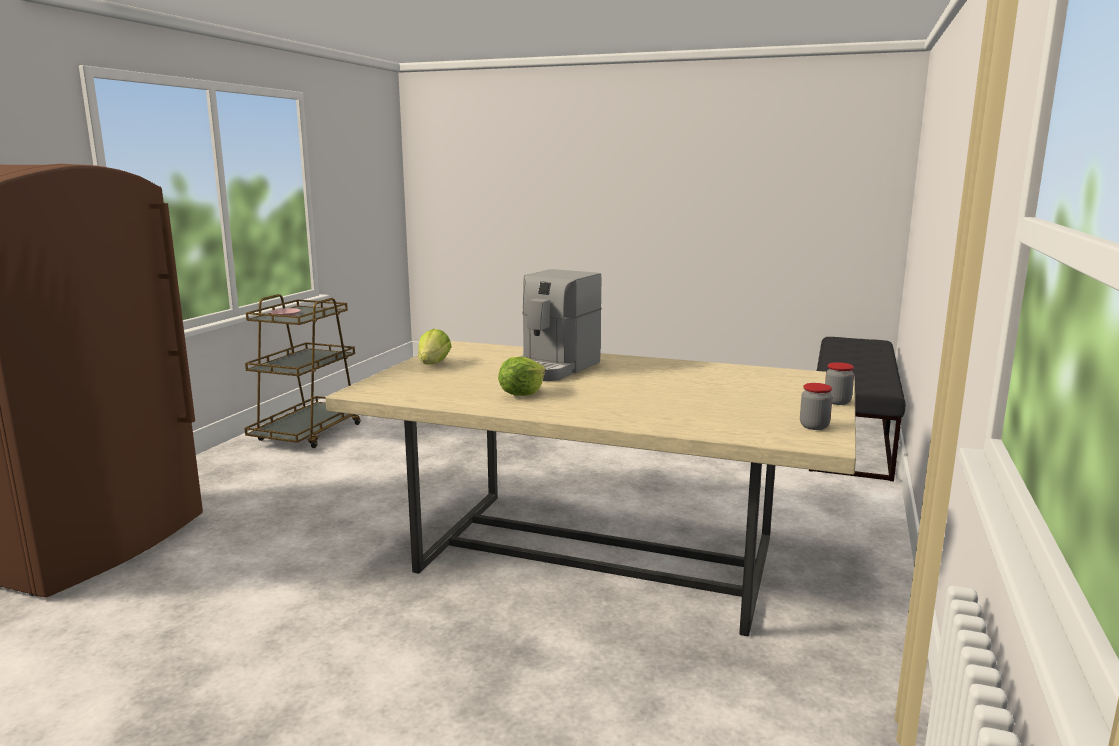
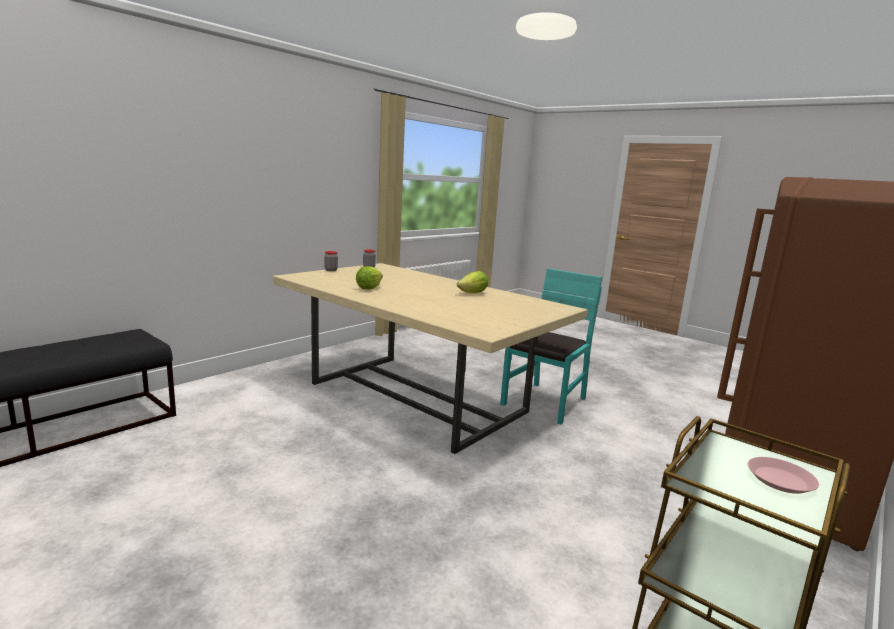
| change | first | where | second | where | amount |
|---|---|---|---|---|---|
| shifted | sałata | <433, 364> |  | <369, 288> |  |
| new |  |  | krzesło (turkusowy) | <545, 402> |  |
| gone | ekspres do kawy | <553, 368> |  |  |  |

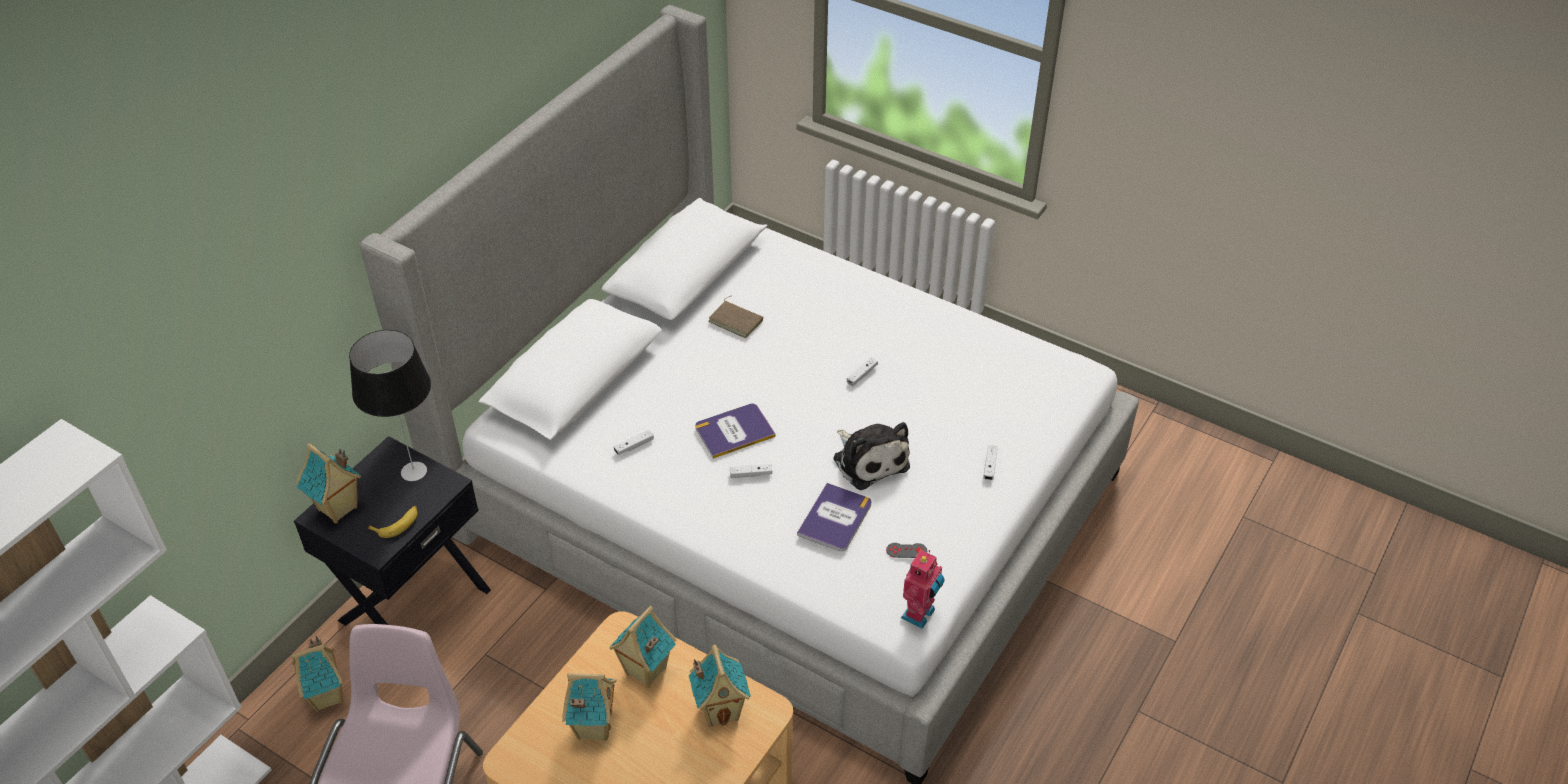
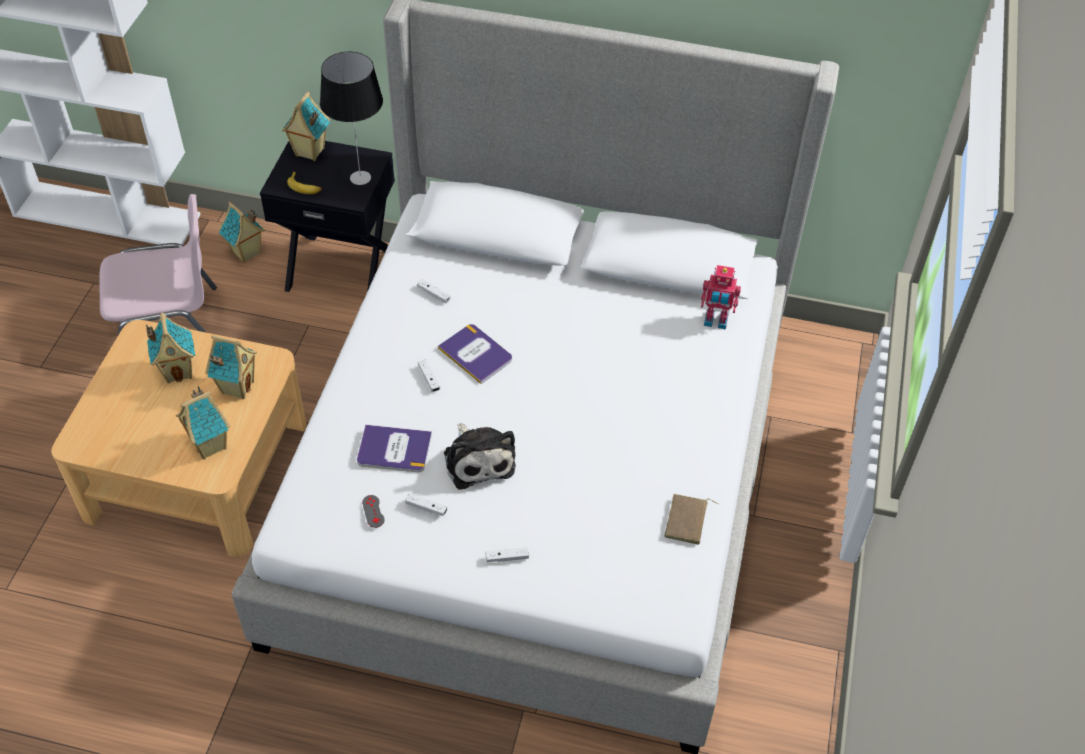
| change | first | where | second | where | amount |
|---|---|---|---|---|---|
| shifted | pad do gier (biały) | <862, 375> |  | <426, 508> |  |
| rotated | pluszak | <869, 460> |  | <478, 459> | 60 degrees counterclockwise |
| shifted | książka (brązowy) | <737, 320> |  | <687, 521> |  |
| shifted | robot zabawkowy | <920, 615> |  | <715, 321> |  |

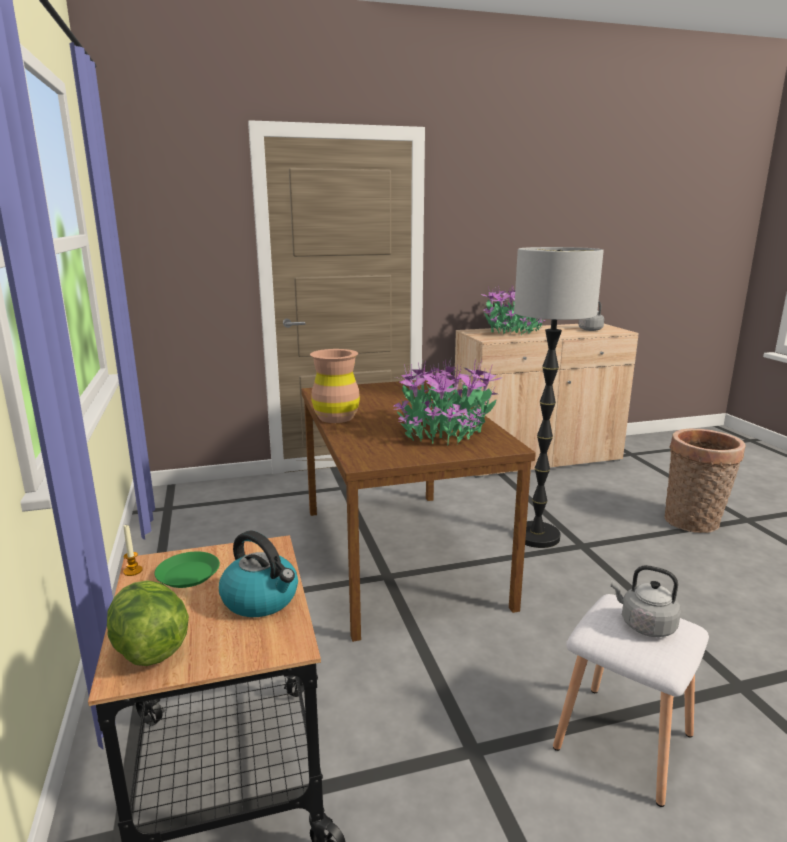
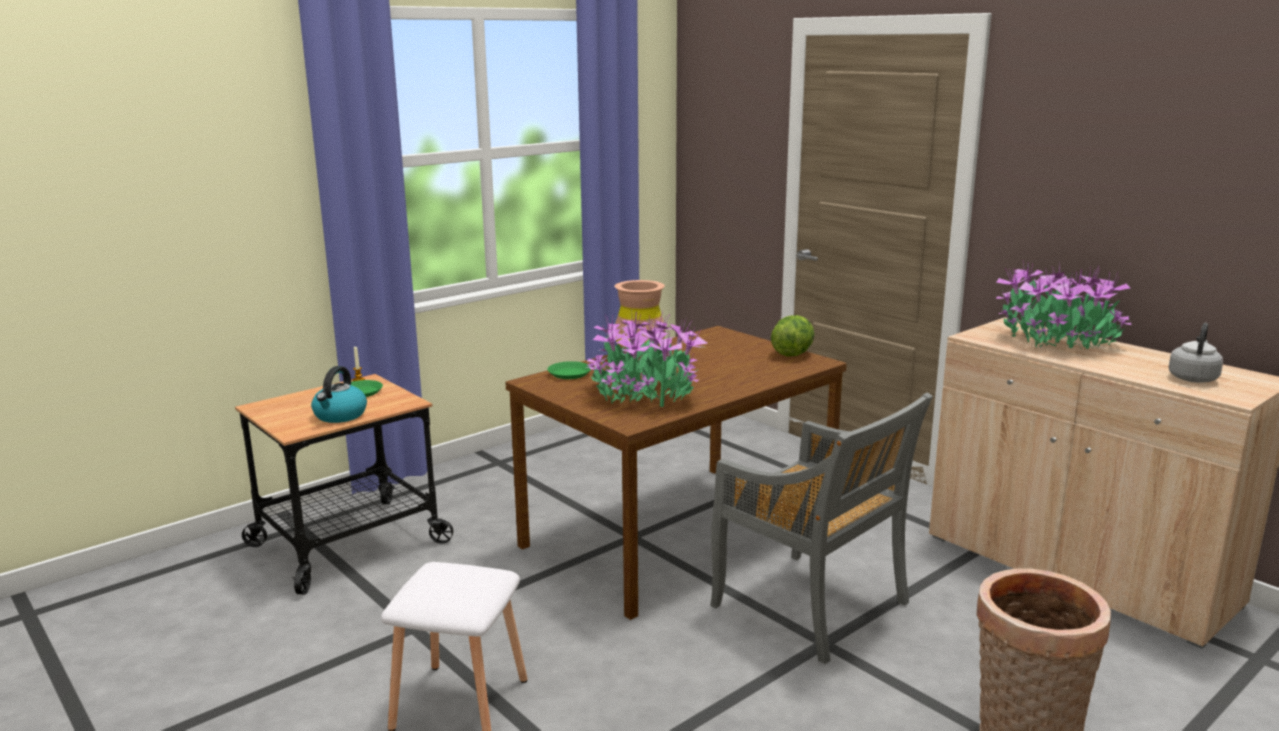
| change | first | where | second | where | amount |
|---|---|---|---|---|---|
| new |  |  | talerz (zielony) | <569, 373> |  |
| swapped | lampa stojąca | <537, 536> | krzesło (szary) | <812, 606> |  |
| shifted | sałata | <149, 649> |  | <792, 354> |  |
| gone | czajnik (szary) | <644, 625> |  |  |  |

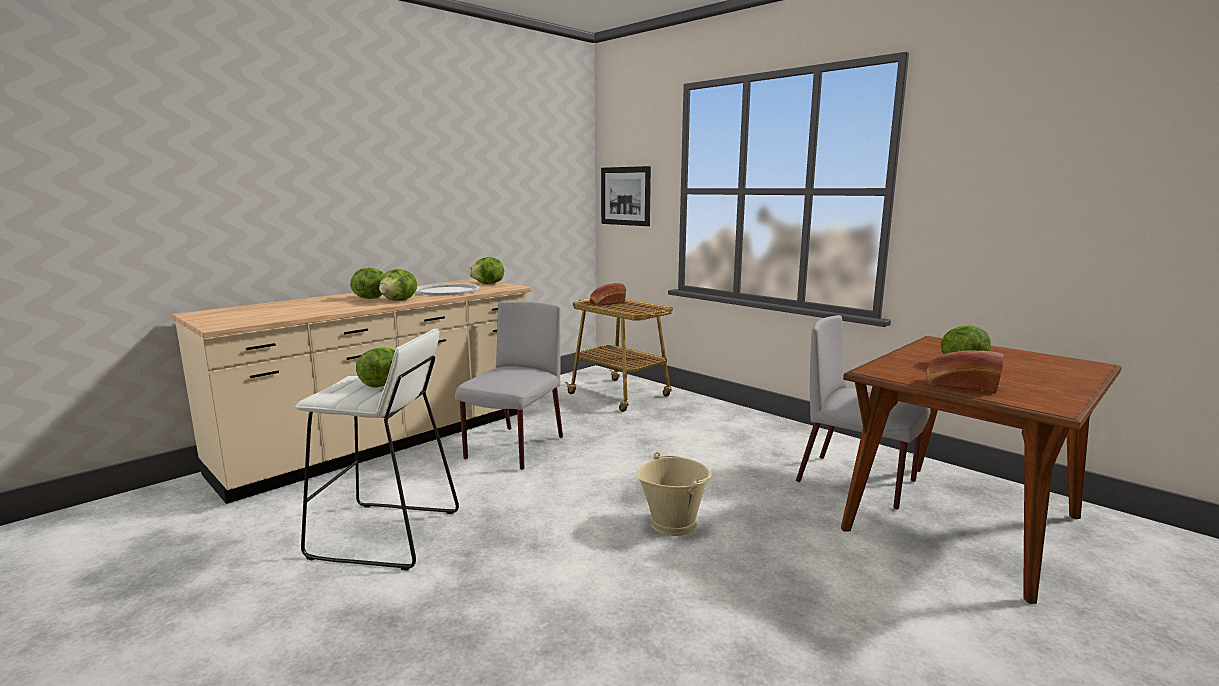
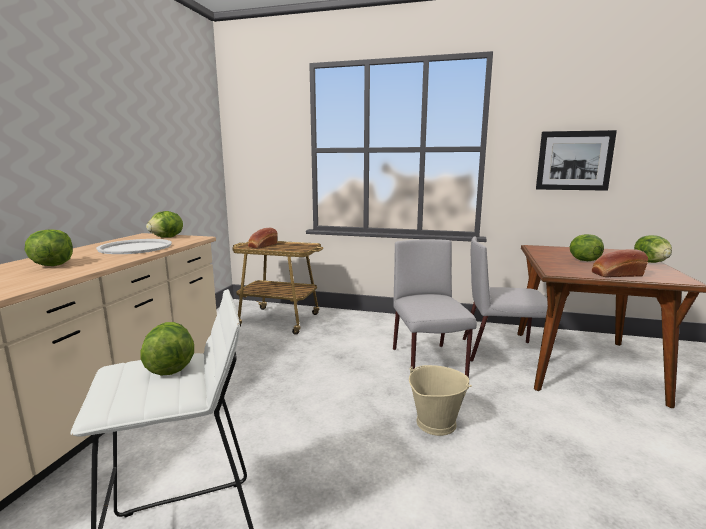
| change | first | where | second | where | amount |
|---|---|---|---|---|---|
| shifted | krzesło (szary) | <514, 448> |  | <428, 363> |  |
| shifted | obraz | <625, 196> |  | <574, 160> |  |
| shifted | sałata | <399, 301> |  | <651, 262> |  |

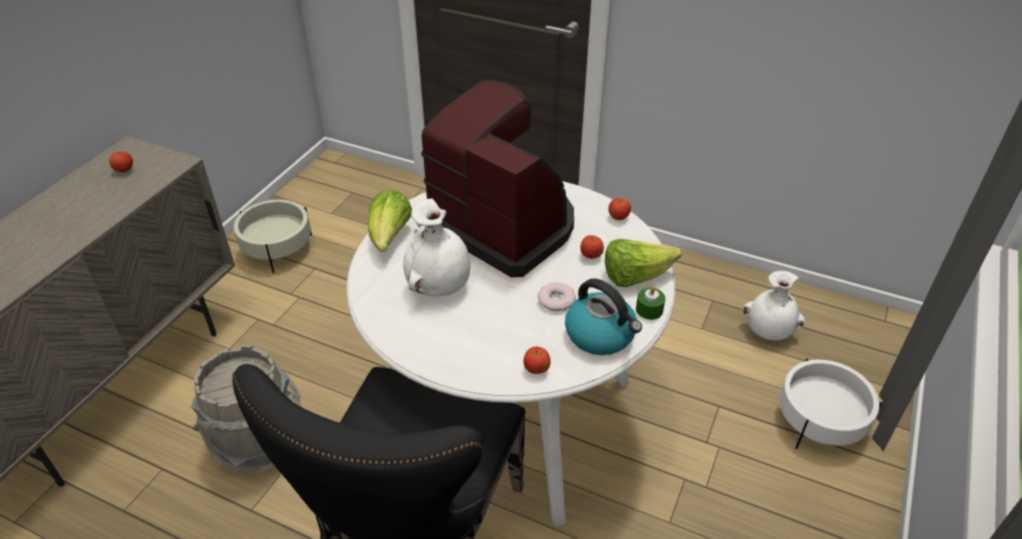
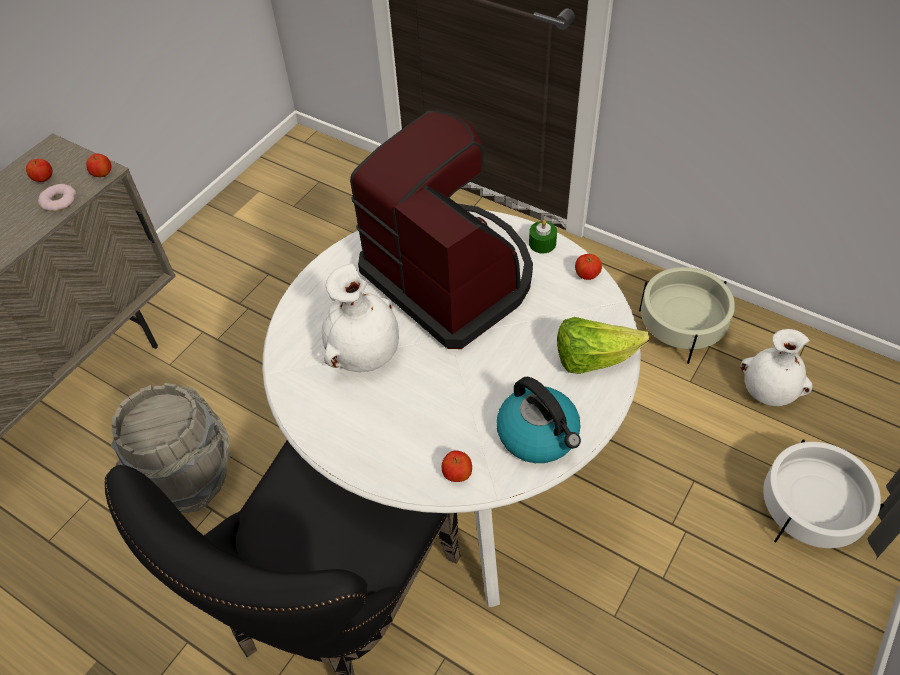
| change | first | where | second | where | amount |
|---|---|---|---|---|---|
| shifted | donut | <556, 300> |  | <59, 201> |  |
| shifted | jabłko | <591, 256> |  | <103, 174> |  |
| shifted | świeca (zielony) | <649, 310> |  | <542, 243> |  |
| shifted | donica (beżowy) | <277, 248> |  | <681, 327> |  |
| gone | sałata | <390, 238> |  |  |  |

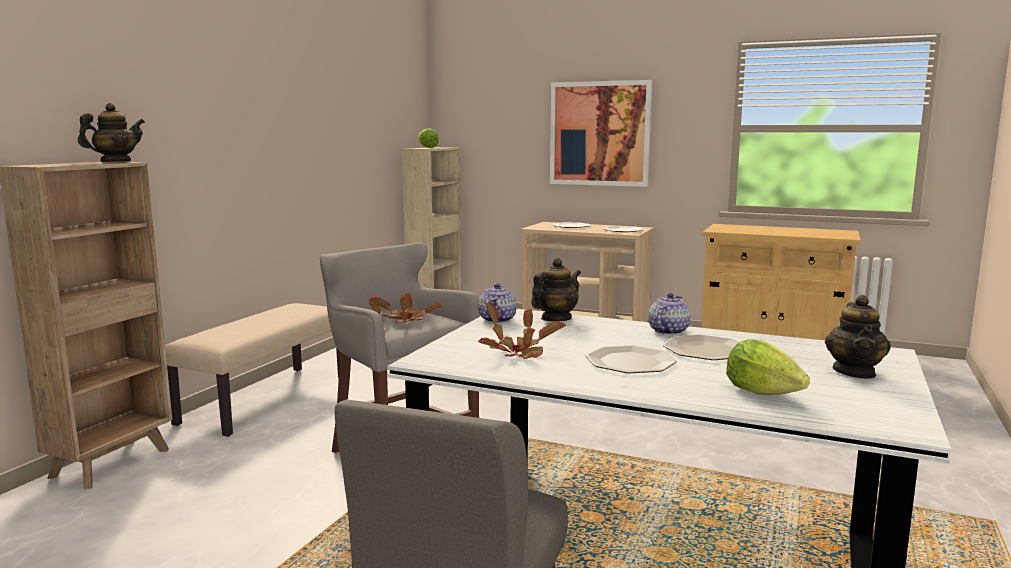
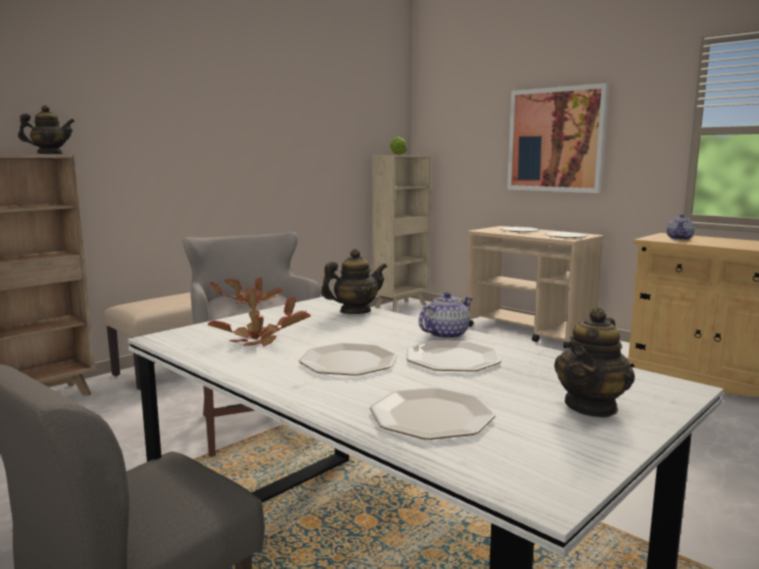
| change | first | where | second | where | amount |
|---|---|---|---|---|---|
| swapped | sałata | <762, 392> | talerz | <432, 415> |  |
| shifted | imbryk | <497, 320> |  | <679, 238> |  |

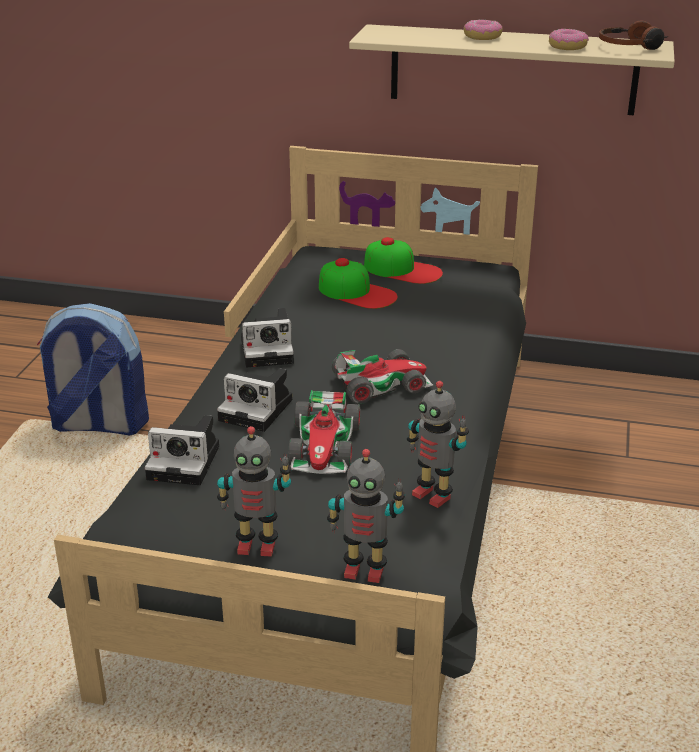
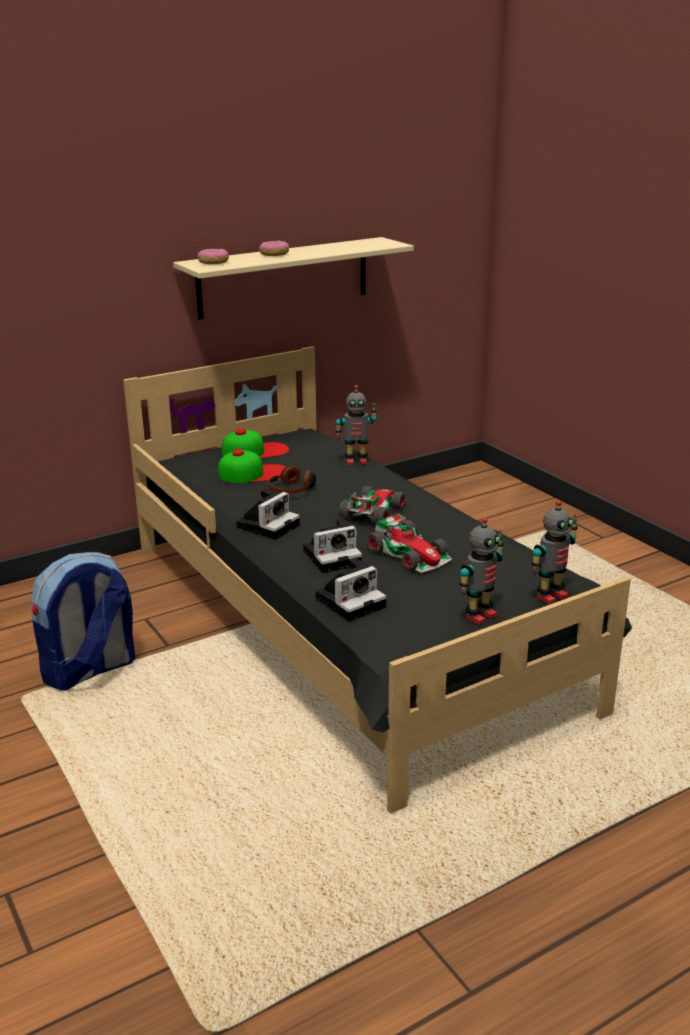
| change | first | where | second | where | amount |
|---|---|---|---|---|---|
| shifted | donut | <567, 47> |  | <213, 262> |  |
| shifted | słuchawki | <631, 46> |  | <293, 489> |  |
| shifted | robot zabawkowy | <433, 495> |  | <356, 461> |  |

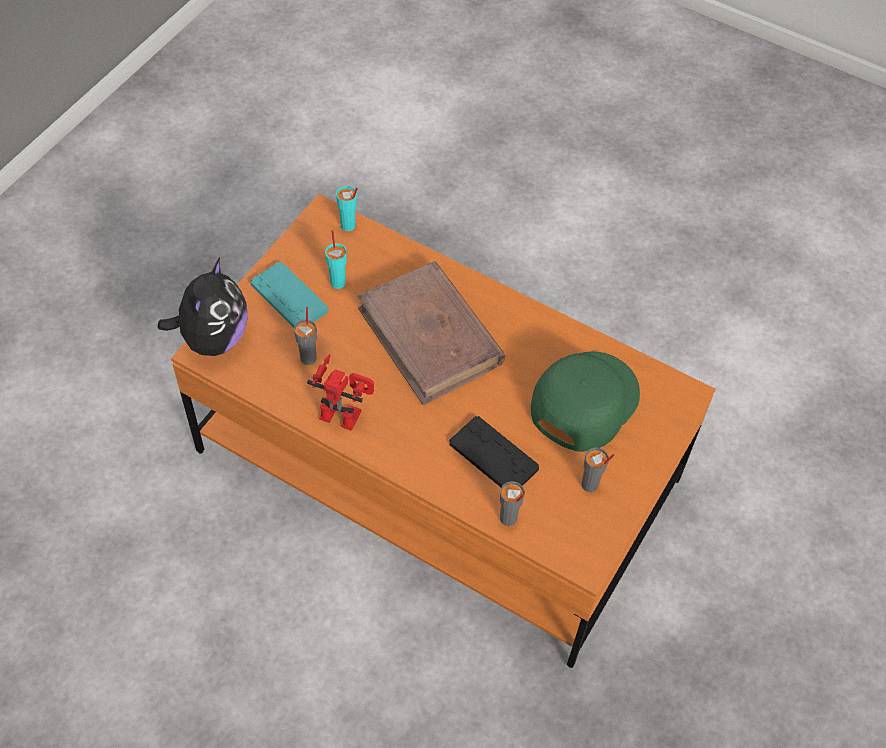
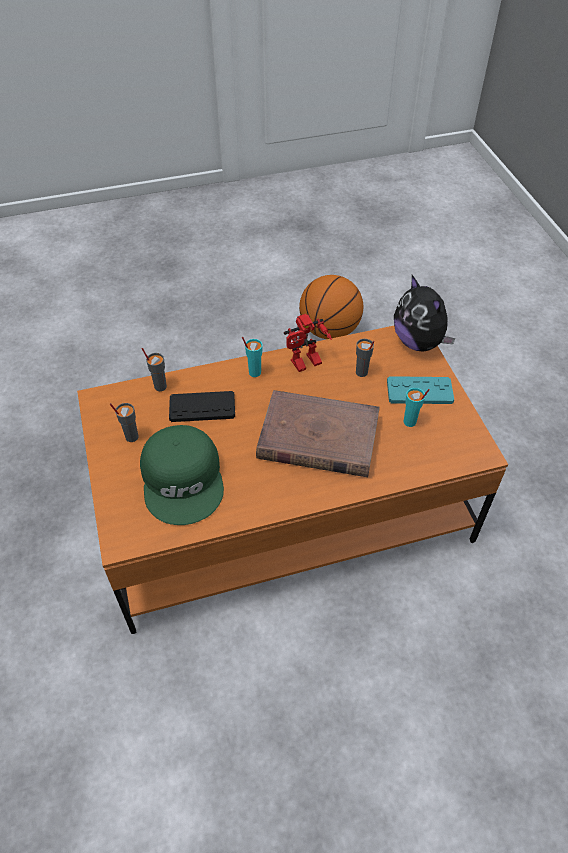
| change | first | where | second | where | amount |
|---|---|---|---|---|---|
| shifted | filiżanka (turkusowy) | <348, 226> |  | <254, 372> |  |
| new |  |  | piłka do koszykówki | <329, 330> |  |

